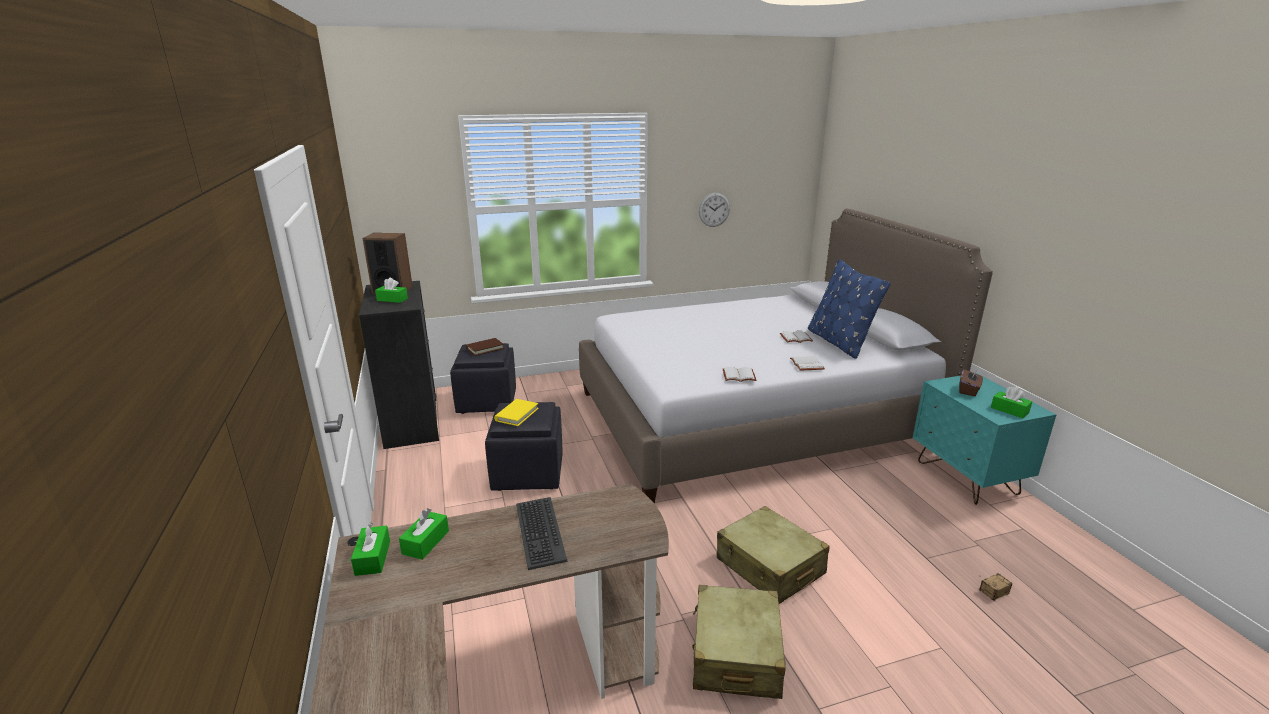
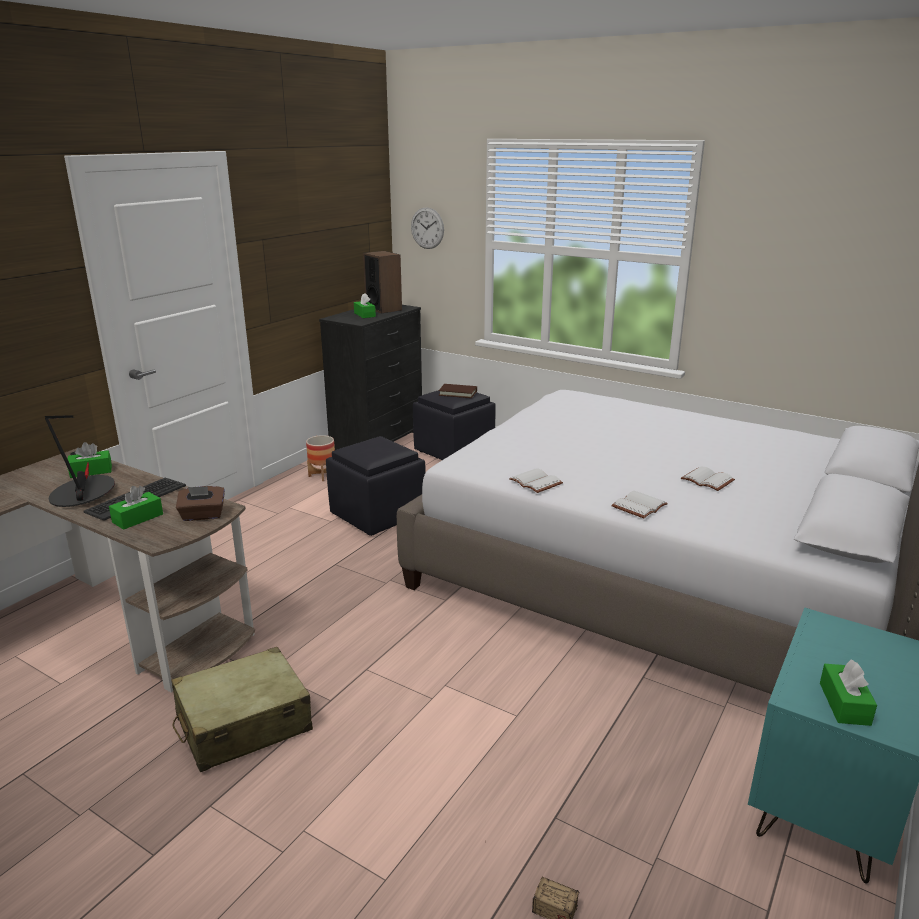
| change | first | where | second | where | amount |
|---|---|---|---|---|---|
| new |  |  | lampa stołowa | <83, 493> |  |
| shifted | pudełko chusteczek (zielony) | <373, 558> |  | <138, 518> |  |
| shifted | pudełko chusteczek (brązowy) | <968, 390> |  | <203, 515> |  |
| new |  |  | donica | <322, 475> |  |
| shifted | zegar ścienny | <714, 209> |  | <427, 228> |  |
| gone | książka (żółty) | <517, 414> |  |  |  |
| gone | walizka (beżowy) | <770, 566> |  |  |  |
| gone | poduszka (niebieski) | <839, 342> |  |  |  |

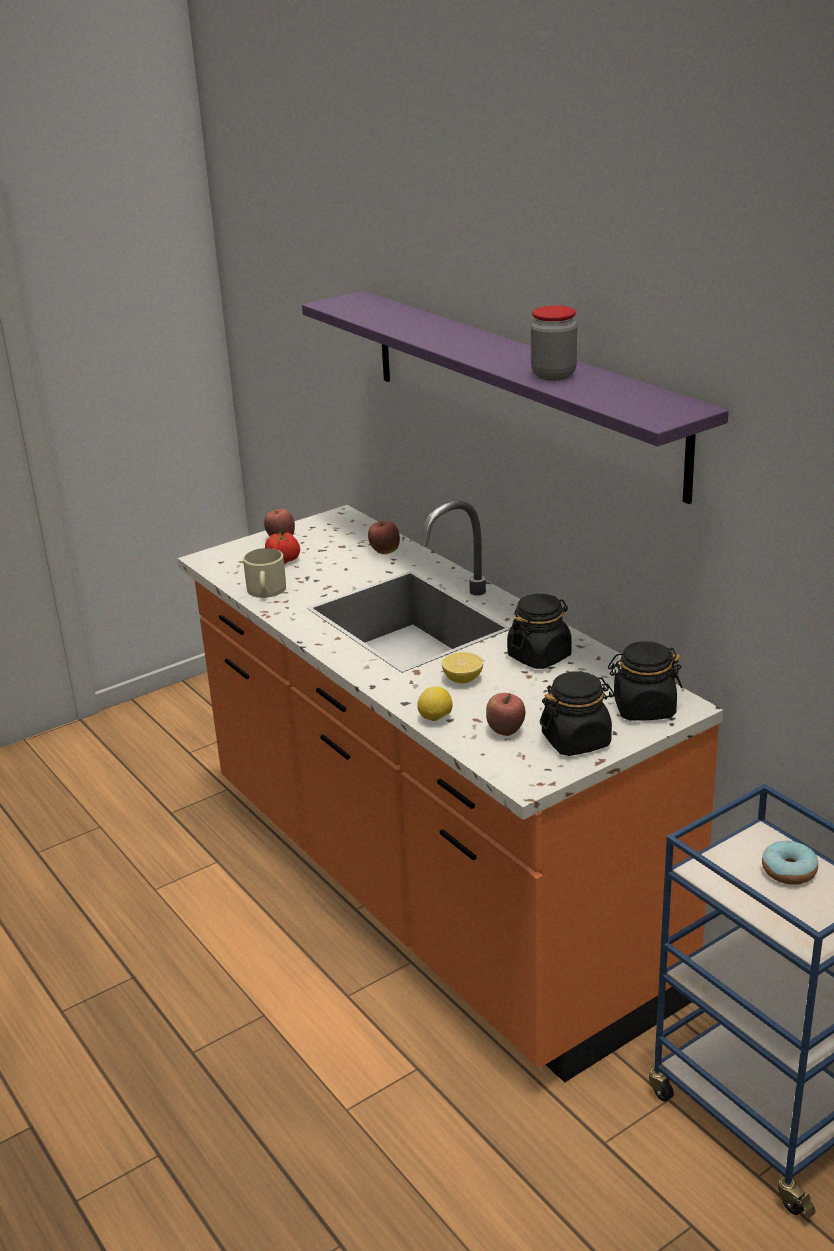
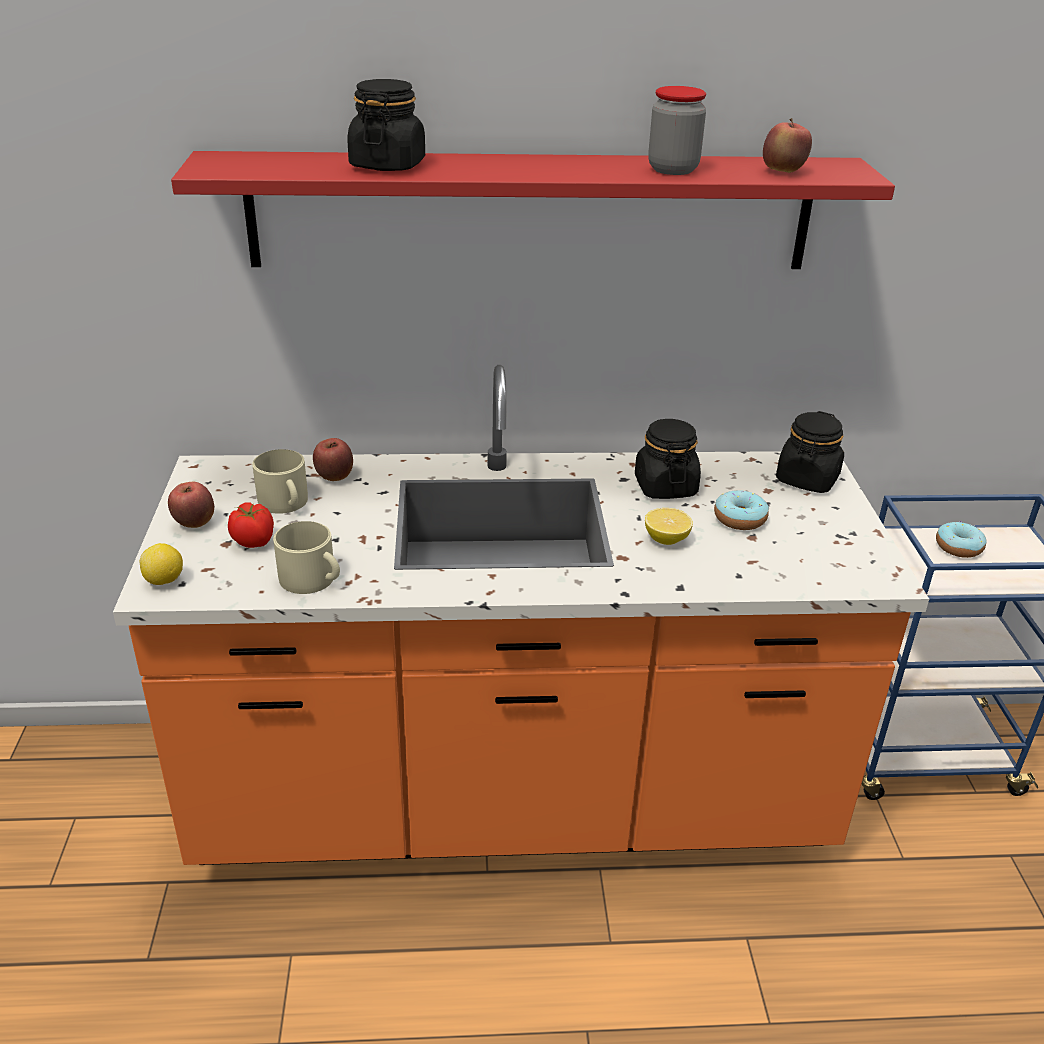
| change | first | where | second | where | amount |
|---|---|---|---|---|---|
| shifted | cytryna | <436, 719> |  | <165, 581> |  |
| repainted | półka (fioletowy) | <518, 388> | półka (czerwony) | <531, 212> |  |
| new |  |  | kubek (beżowy) | <285, 503> |  |
| shifted | słoik (czarny) | <576, 741> |  | <387, 165> |  |
| new |  |  | donut | <739, 519> |  |
| shifted | jabłko | <505, 732> |  | <783, 172> |  |

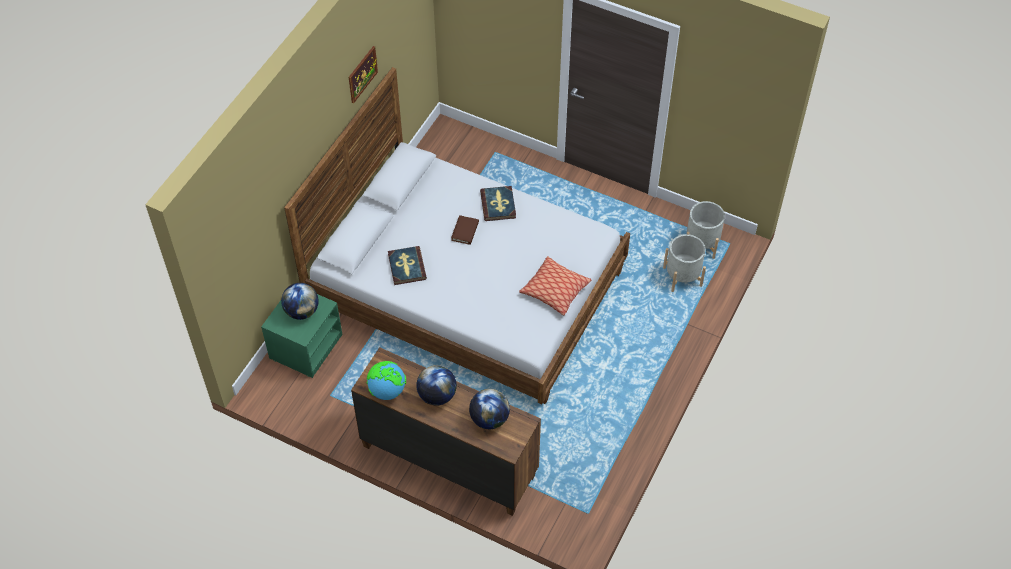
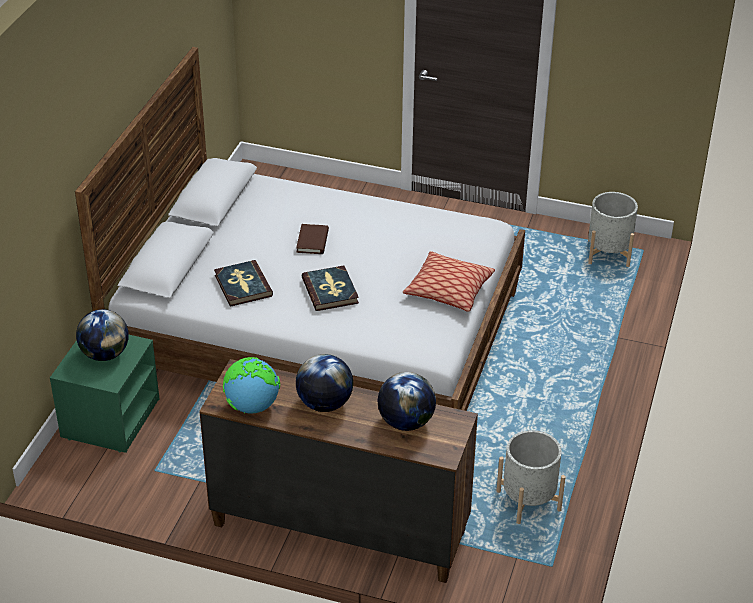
| change | first | where | second | where | amount |
|---|---|---|---|---|---|
| shifted | książka | <498, 205> |  | <330, 291> |  |
| shifted | donica (szary) | <682, 277> |  | <528, 501> |  |
| gone | obraz | <362, 74> |  |  |  |

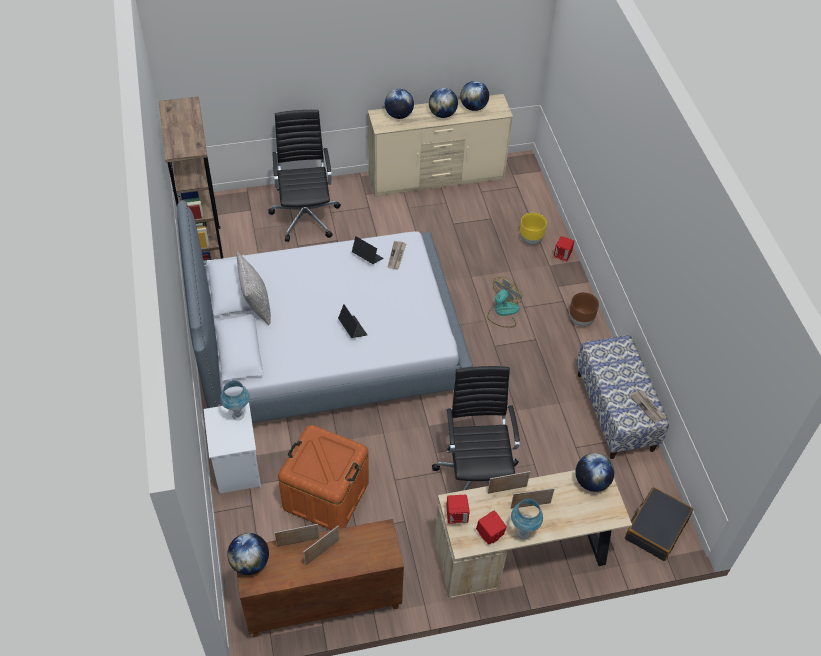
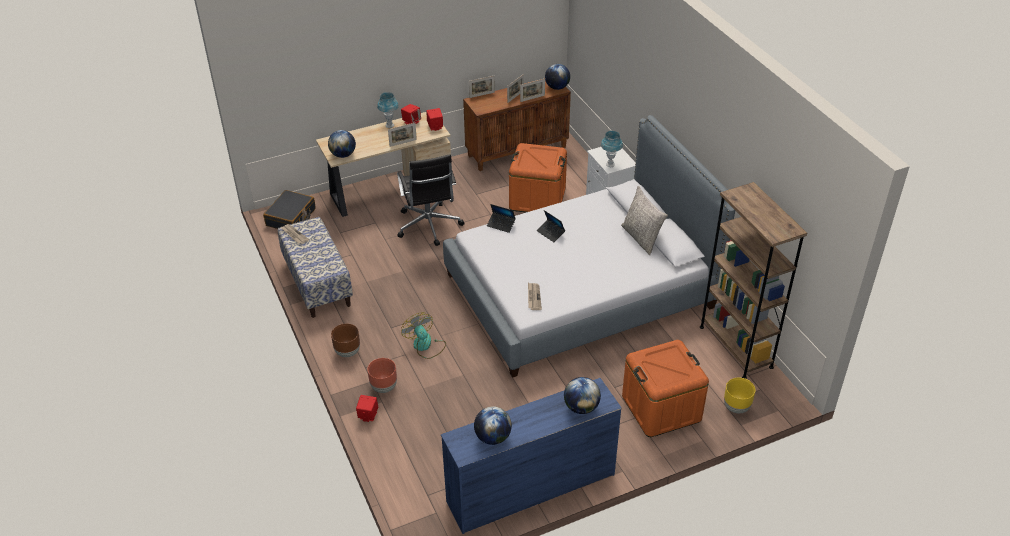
| change | first | where | second | where | amount |
|---|---|---|---|---|---|
| new |  |  | donica (brązowy) | <383, 387> |  |
| rotated | wentylator | <503, 312> |  | <425, 346> | 120 degrees clockwise |
| repainted | komoda (beżowy) | <437, 178> | komoda (niebieski) | <530, 488> |  |
| shifted | ramka na zdjęcie | <530, 505> |  | <482, 95> |  |
| shifted | laptop | <367, 257> |  | <501, 225> |  |
| swapped | krzesło biurowe (czarny) | <305, 215> | pojemnik do przechowywania (pomarańczowy) | <661, 408> |  |
| shifted | donica (żółty) | <531, 240> |  | <736, 407> |  |
| gone | globus | <442, 114> |  |  |  |

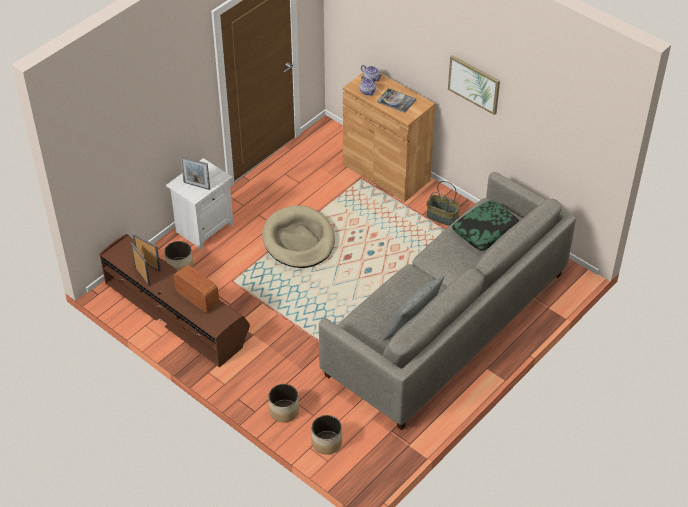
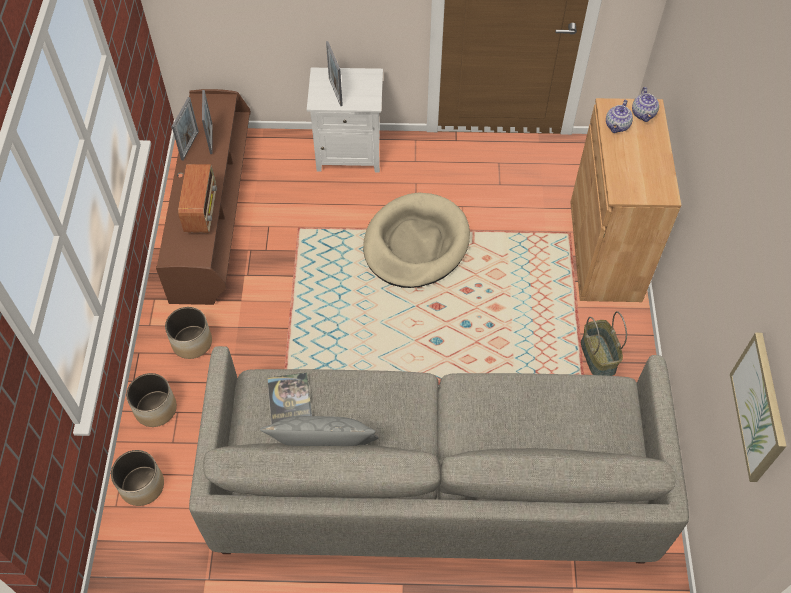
| change | first | where | second | where | amount |
|---|---|---|---|---|---|
| shifted | donica | <179, 266> |  | <191, 342> |  |
| shifted | książka | <396, 101> |  | <290, 400> |  |
| shifted | obraz | <474, 84> |  | <759, 407> |  |
| gone | poduszka | <485, 230> |  |  |  |

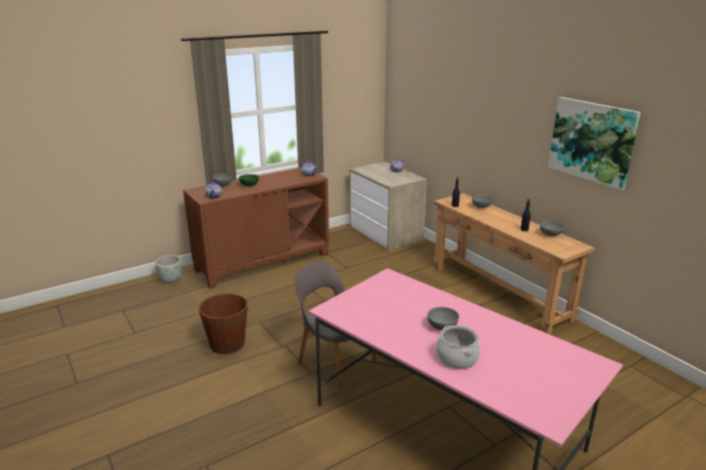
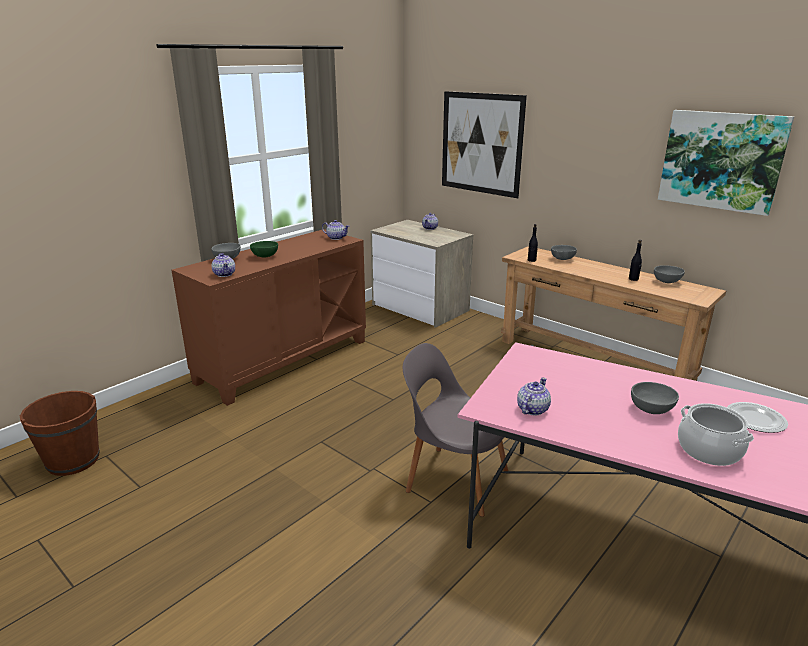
| change | first | where | second | where | amount |
|---|---|---|---|---|---|
| shifted | wiadro (brązowy) | <227, 343> |  | <73, 460> |  |
| new |  |  | obraz | <481, 143> |  |
| new |  |  | imbryk | <532, 409> |  |
| new |  |  | talerz | <755, 420> |  |
| gone | donica (szary) | <170, 279> |  |  |  |

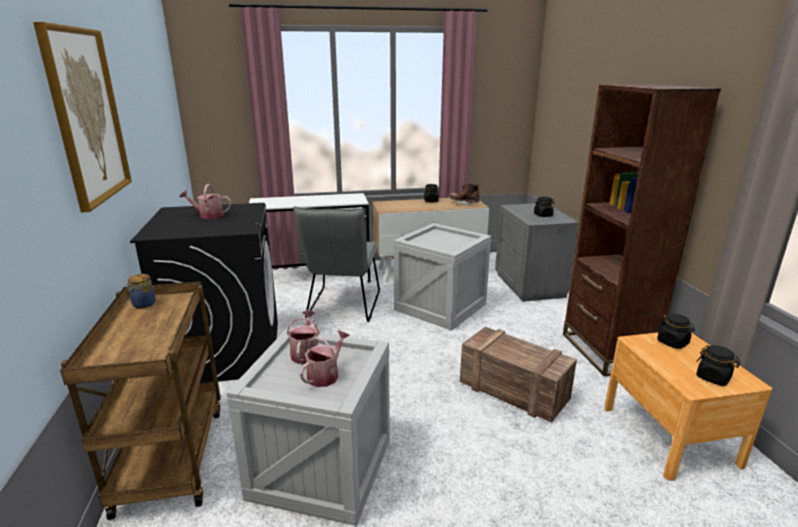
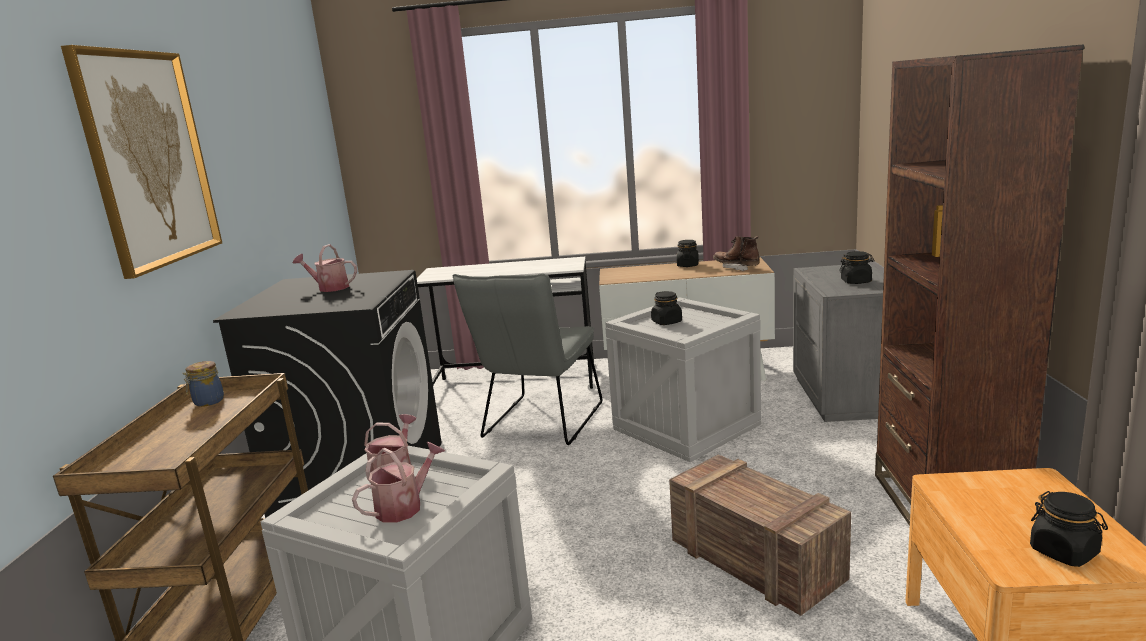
| change | first | where | second | where | amount |
|---|---|---|---|---|---|
| shifted | słoik (czarny) | <672, 343> |  | <667, 322> |  |

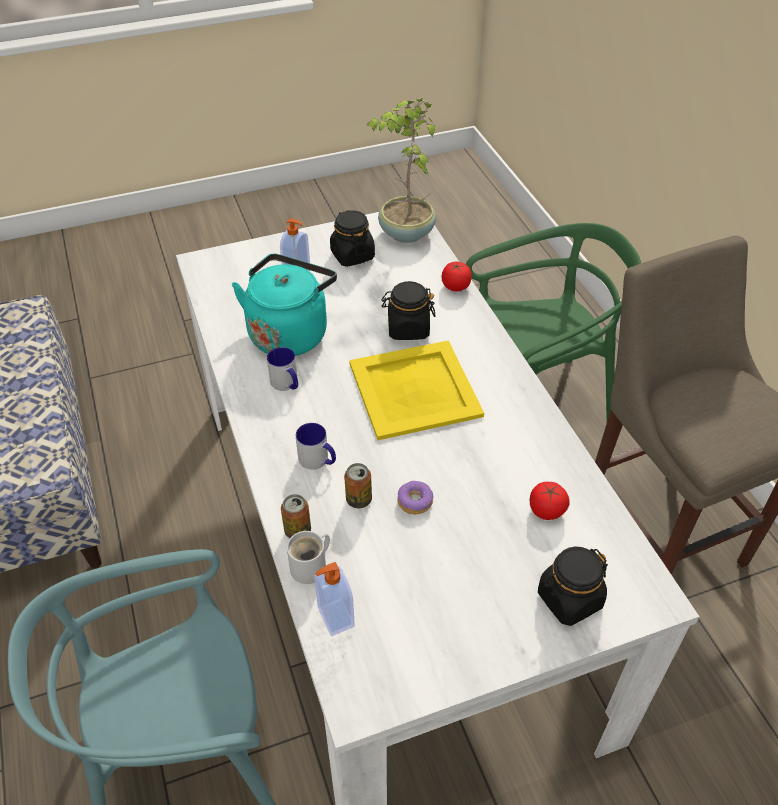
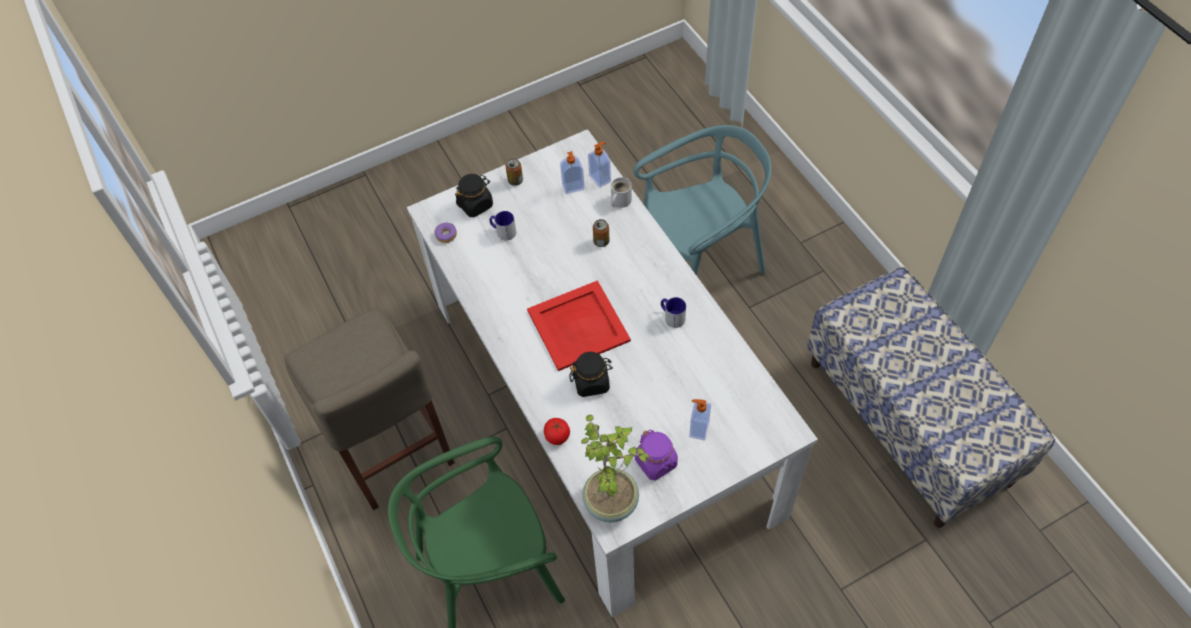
| change | first | where | second | where | amount |
|---|---|---|---|---|---|
| shifted | donut | <415, 501> |  | <446, 235> |  |
| shifted | kubek | <318, 460> |  | <503, 231> |  |
| shifted | puszka | <297, 531> |  | <515, 180> |  |
| repainted | taca (żółty) | <413, 389> | taca (czerwony) | <579, 326> |  |
| new |  |  | dozownik mydła | <573, 187> |  |
| repainted | słoik (czarny) | <352, 255> | słoik (fioletowy) | <656, 462> |  |
| gone | czajnik (turkusowy) | <290, 332> |  |  |  |
| gone | pomidor | <546, 510> |  |  |  |

